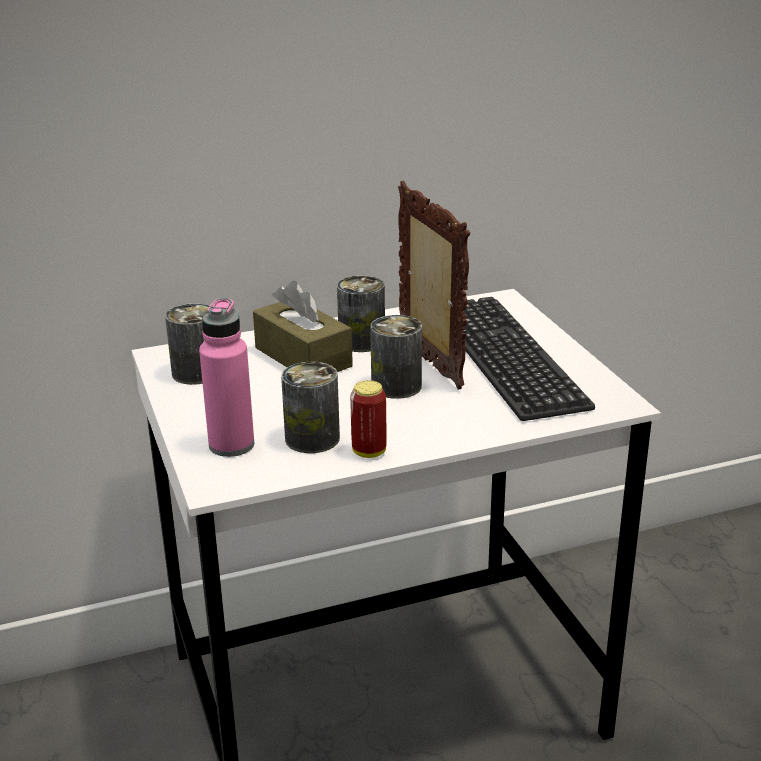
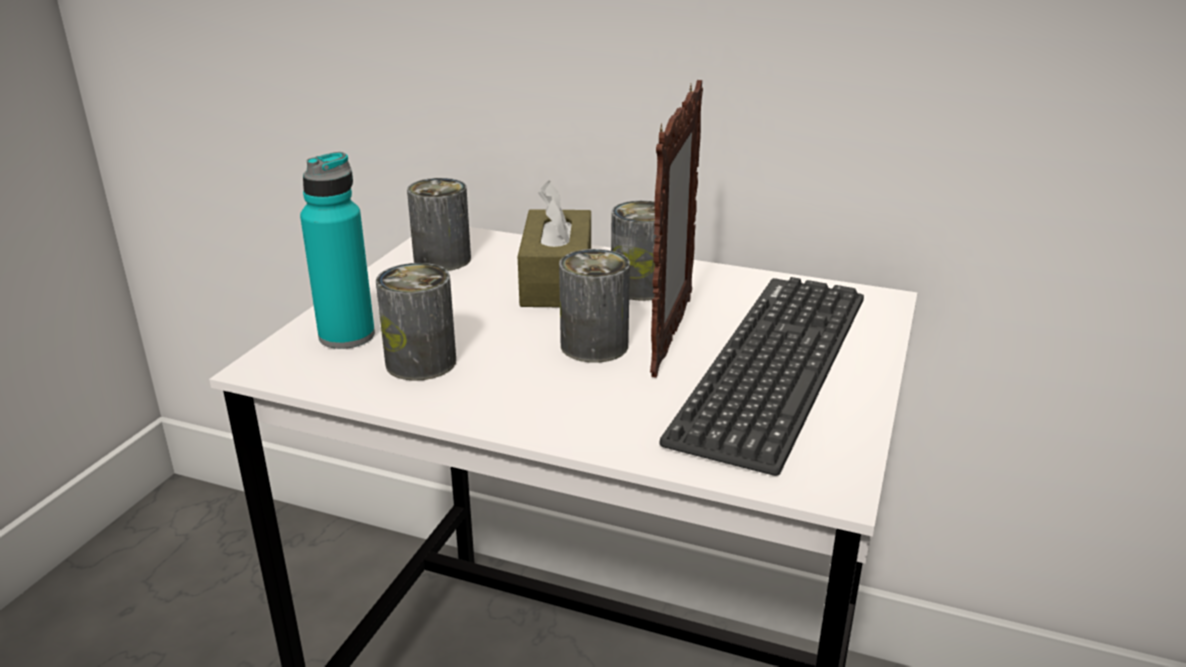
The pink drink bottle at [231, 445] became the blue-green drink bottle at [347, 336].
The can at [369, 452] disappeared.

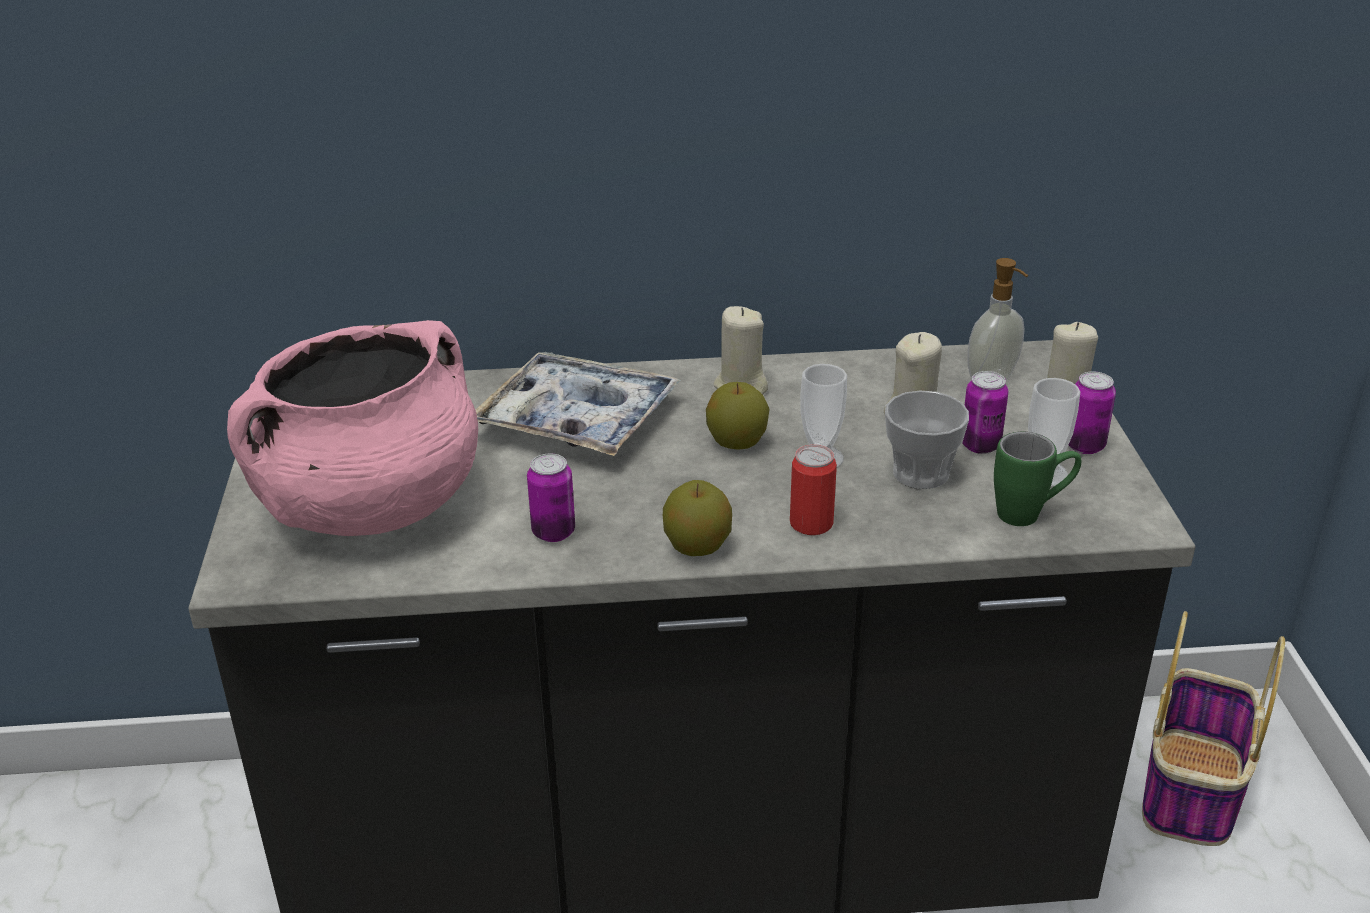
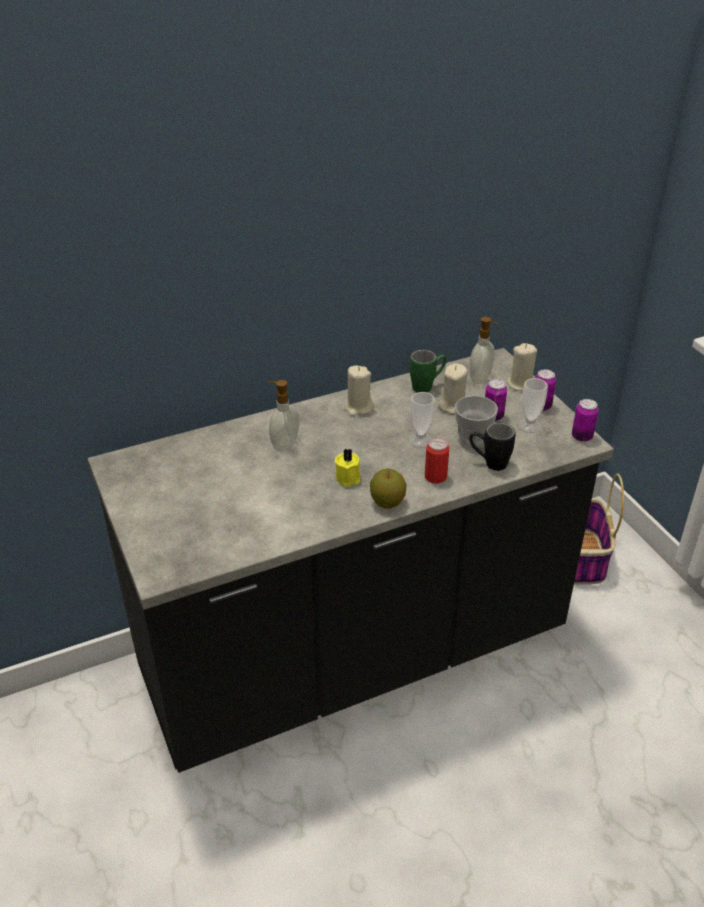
The pink saucepot at [370, 506] disappeared.
The serving tray at [577, 420] was replaced by the soap dispenser at [284, 444].
The apple fruit at [737, 442] disappeared.
The green-coloured mug moved from [1031, 513] to [427, 386].
The can moved from [553, 532] to [582, 437].
The blackish mug at [489, 463] appeared.
The yellow wax candle at [349, 477] appeared.

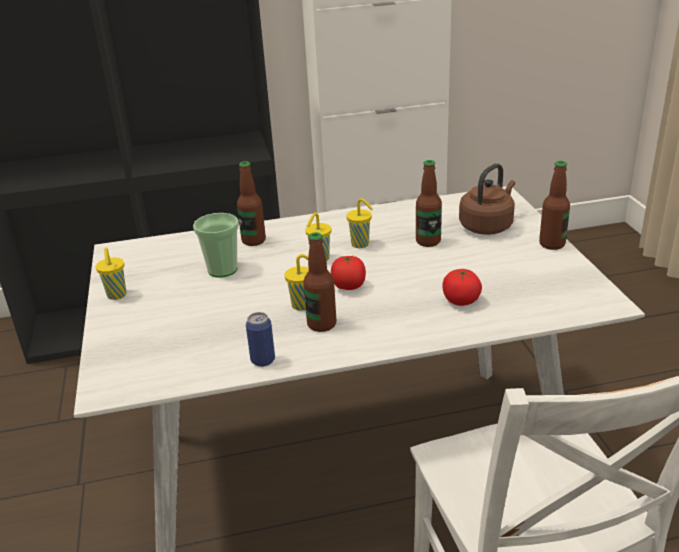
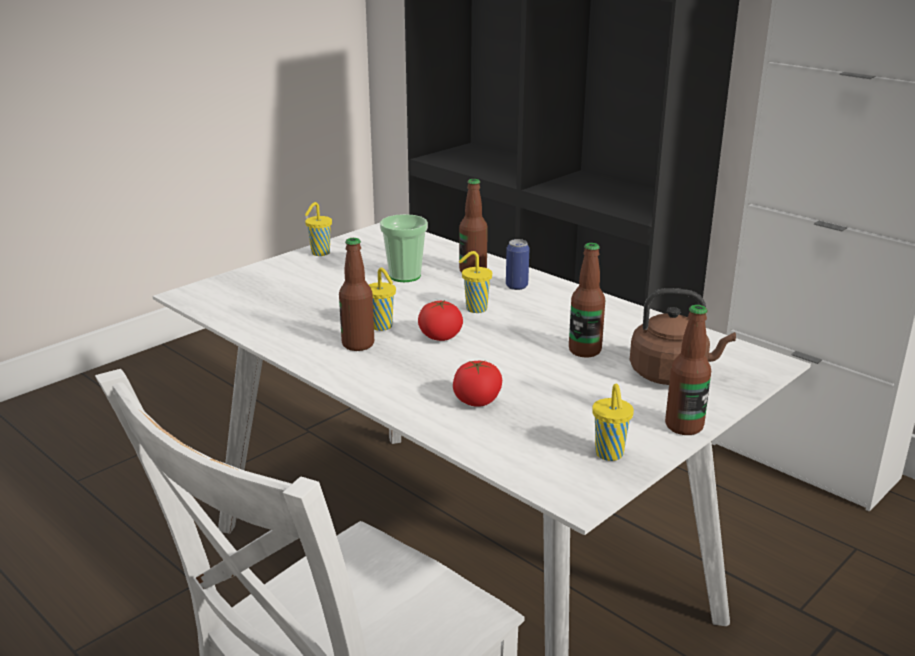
The yellow small cup moved from [361, 244] to [609, 455].
The can moved from [263, 360] to [516, 286].

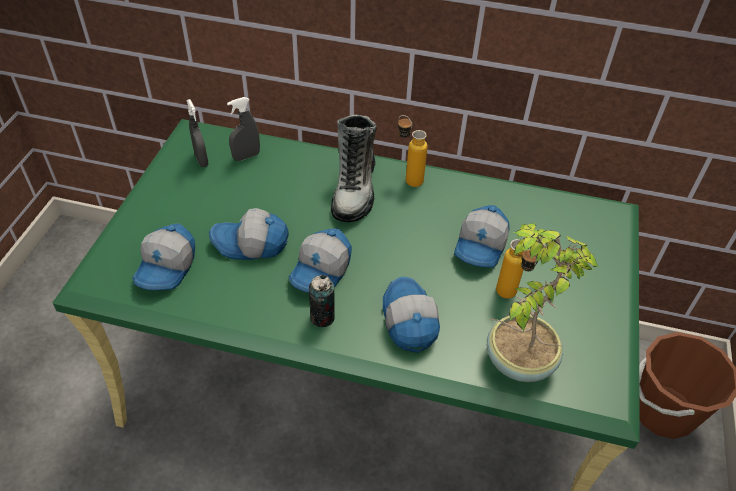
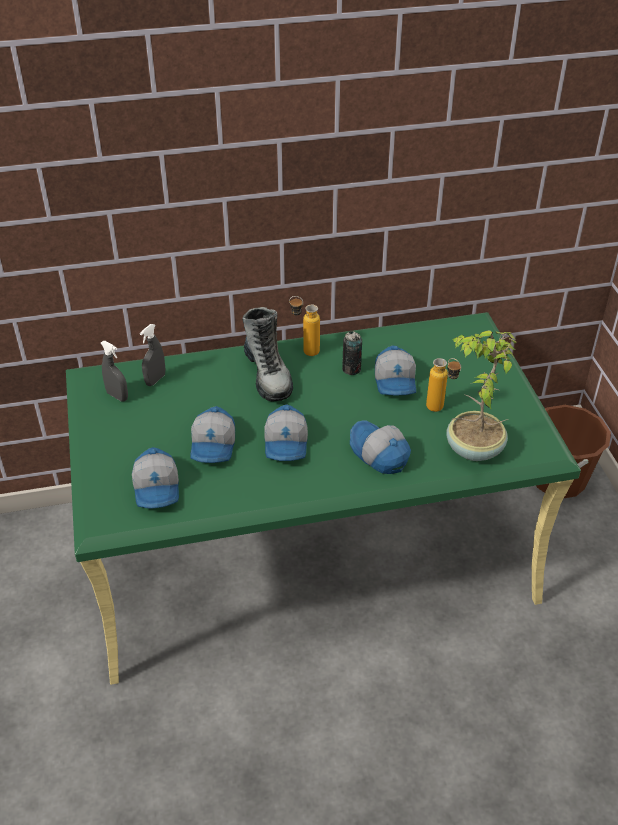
The peaked cap at [251, 244] turned 60 degrees counterclockwise.
The can moved from [322, 317] to [351, 369].

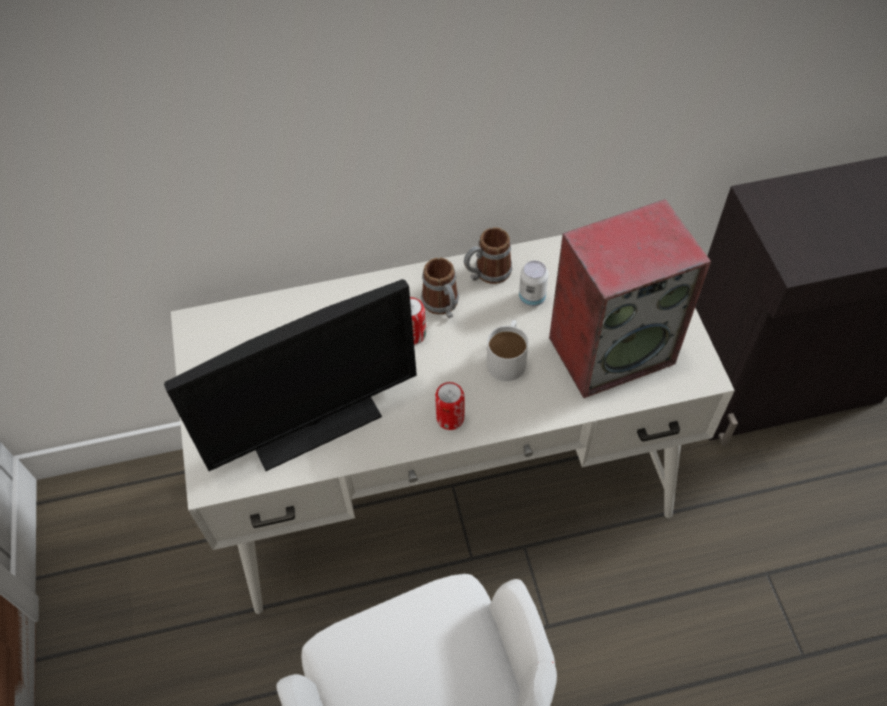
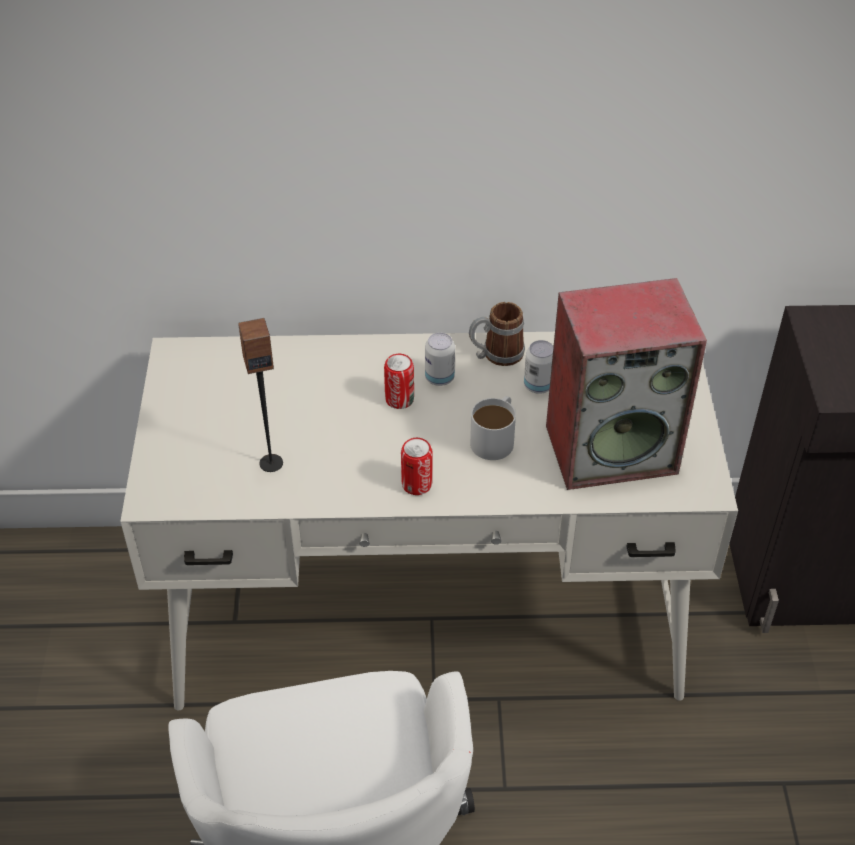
The mug at [443, 306] was replaced by the can at [439, 378].
The monitor at [313, 421] was replaced by the audio speaker at [271, 462].

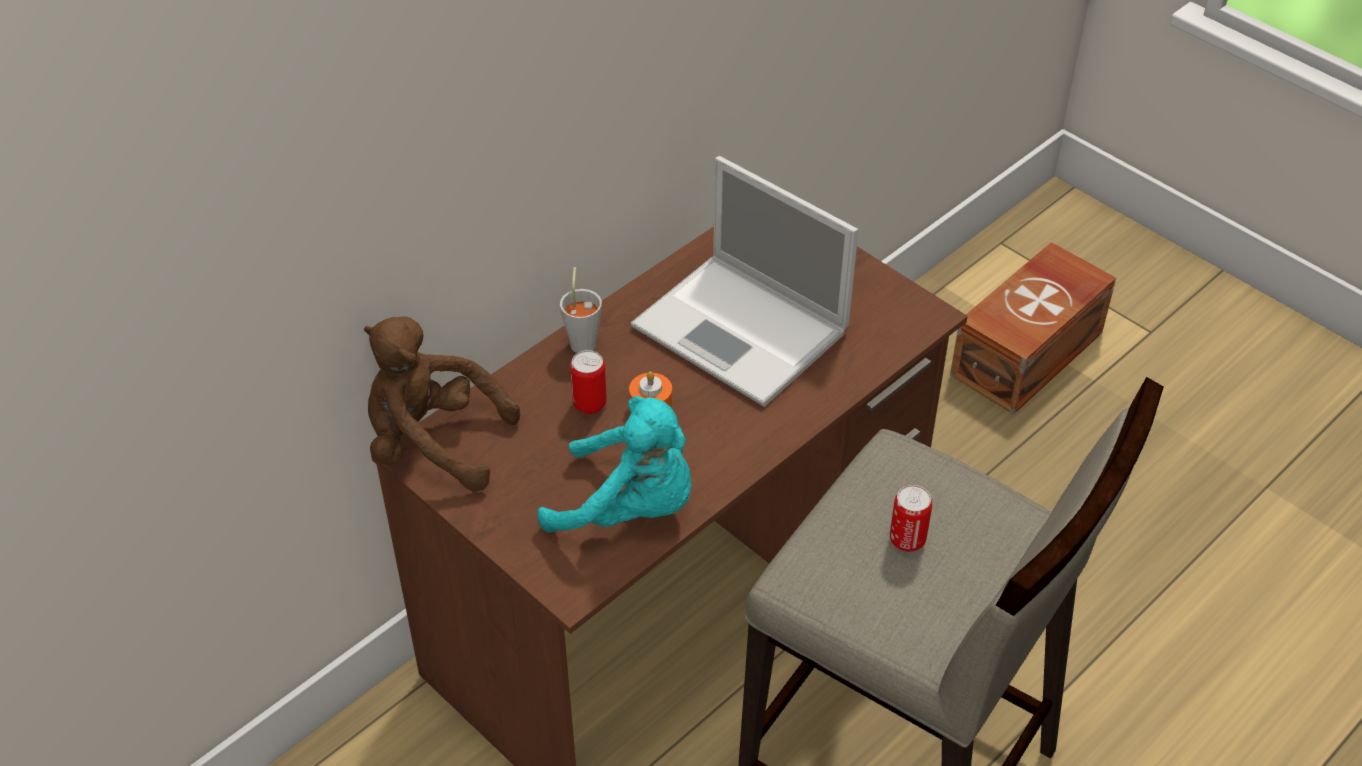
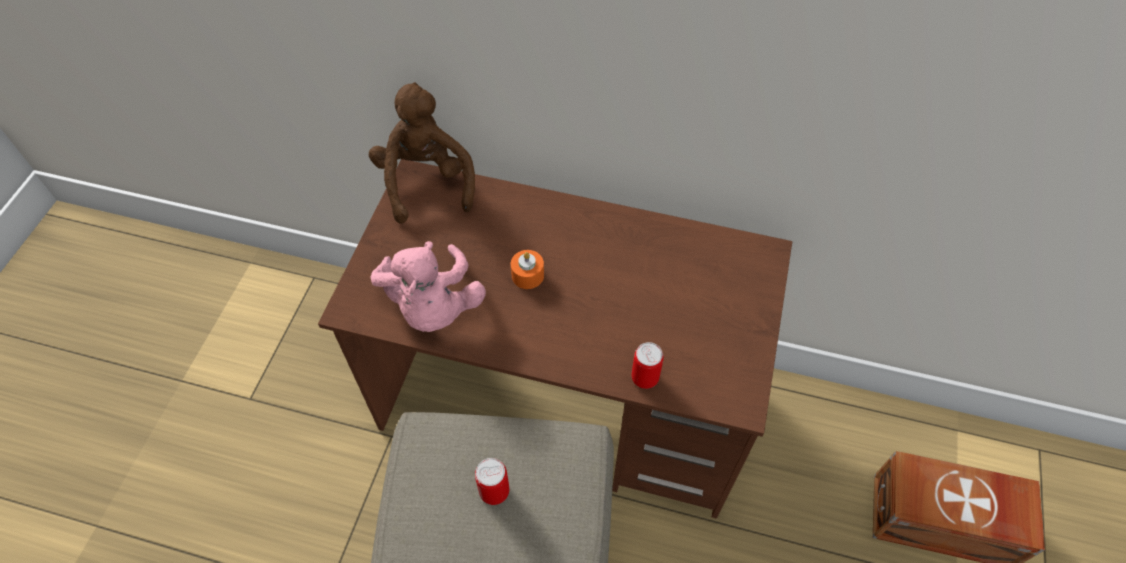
The laptop at [743, 331] disappeared.
The grey small cup at [583, 340] disappeared.
The can moved from [589, 404] to [645, 378].
The blue-green soft toy at [630, 508] became the pink soft toy at [432, 307].

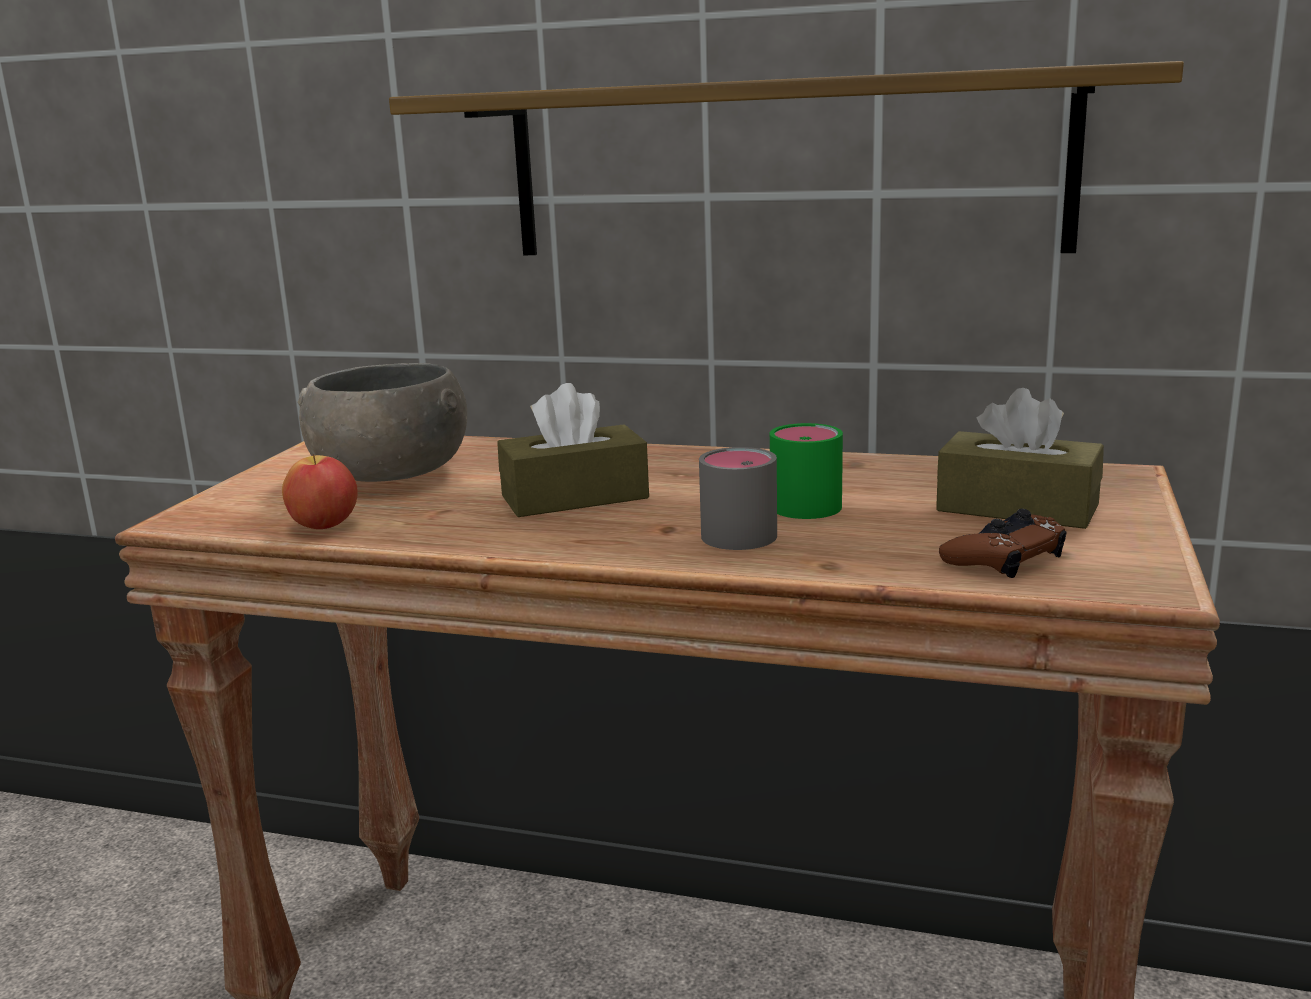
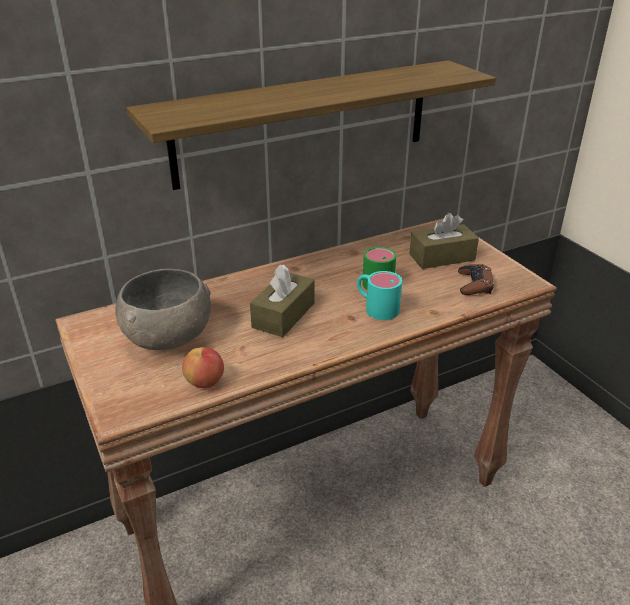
The grey mug at [736, 529] became the blue-green mug at [376, 307].

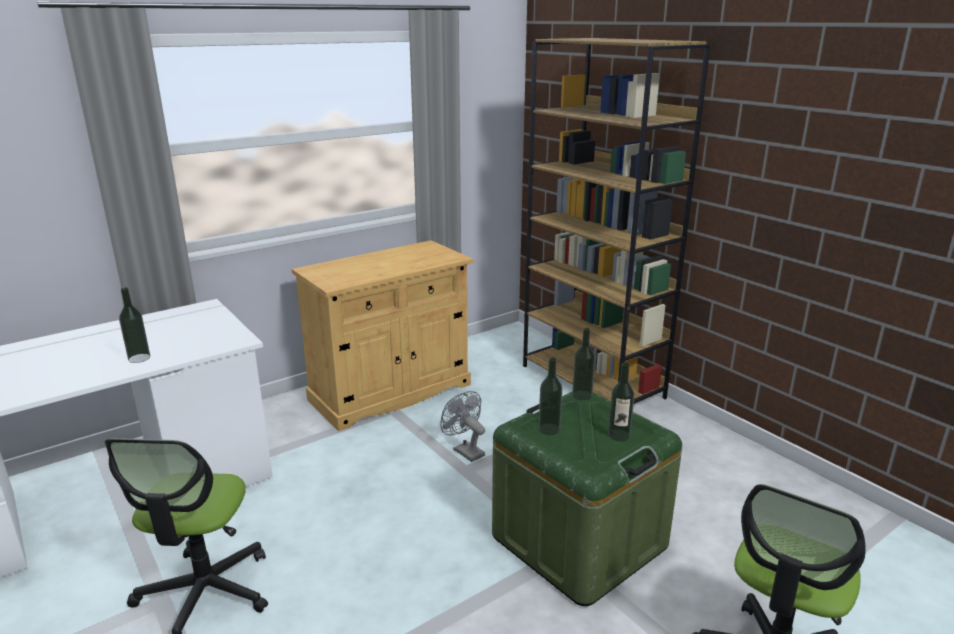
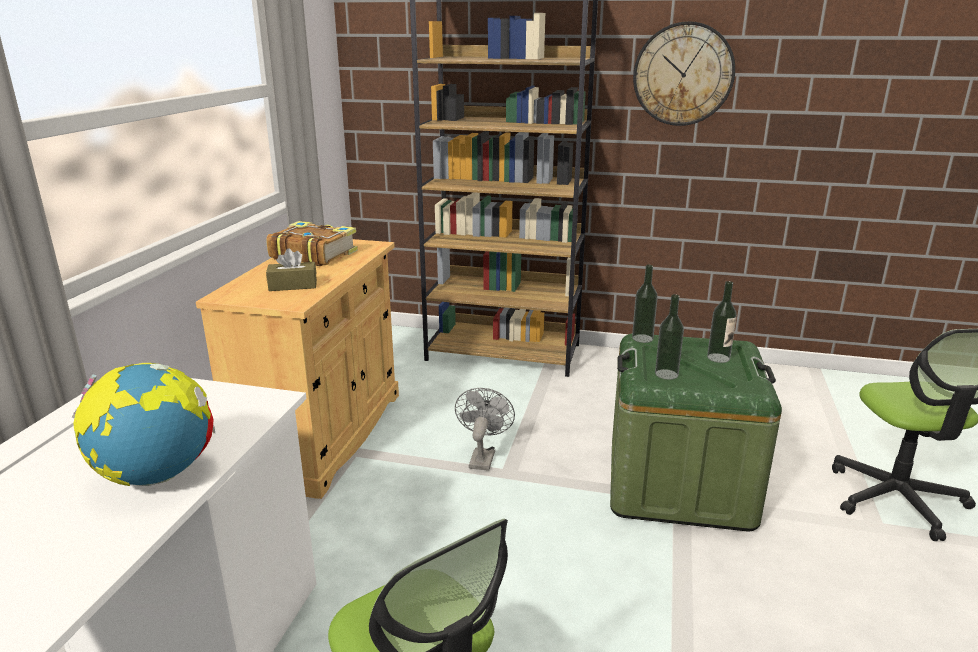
The drink bottle at [139, 358] was replaced by the desk globe at [157, 475].
The grey electric fan at [465, 451] turned 90 degrees clockwise.
The hanging clock at [683, 74] appeared.
The bound book at [313, 255] appeared.
The brown tissue holder at [293, 285] appeared.

